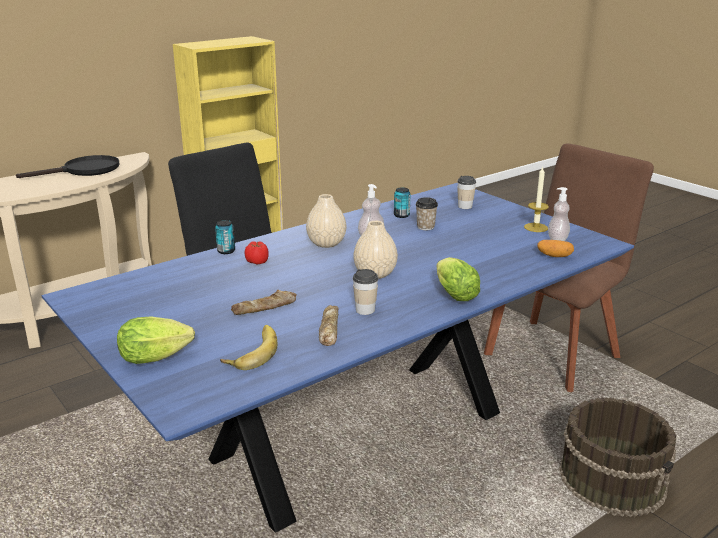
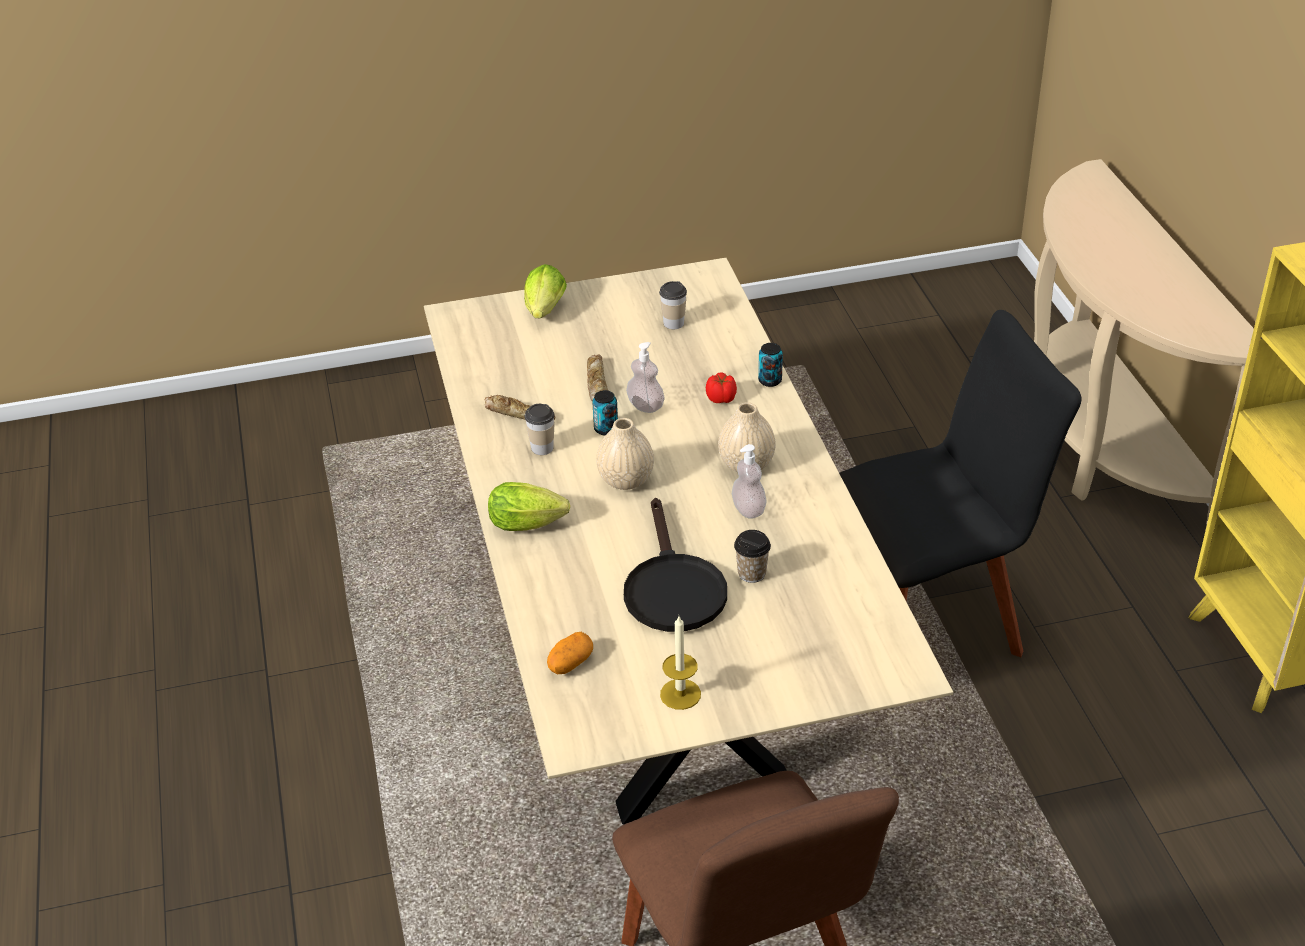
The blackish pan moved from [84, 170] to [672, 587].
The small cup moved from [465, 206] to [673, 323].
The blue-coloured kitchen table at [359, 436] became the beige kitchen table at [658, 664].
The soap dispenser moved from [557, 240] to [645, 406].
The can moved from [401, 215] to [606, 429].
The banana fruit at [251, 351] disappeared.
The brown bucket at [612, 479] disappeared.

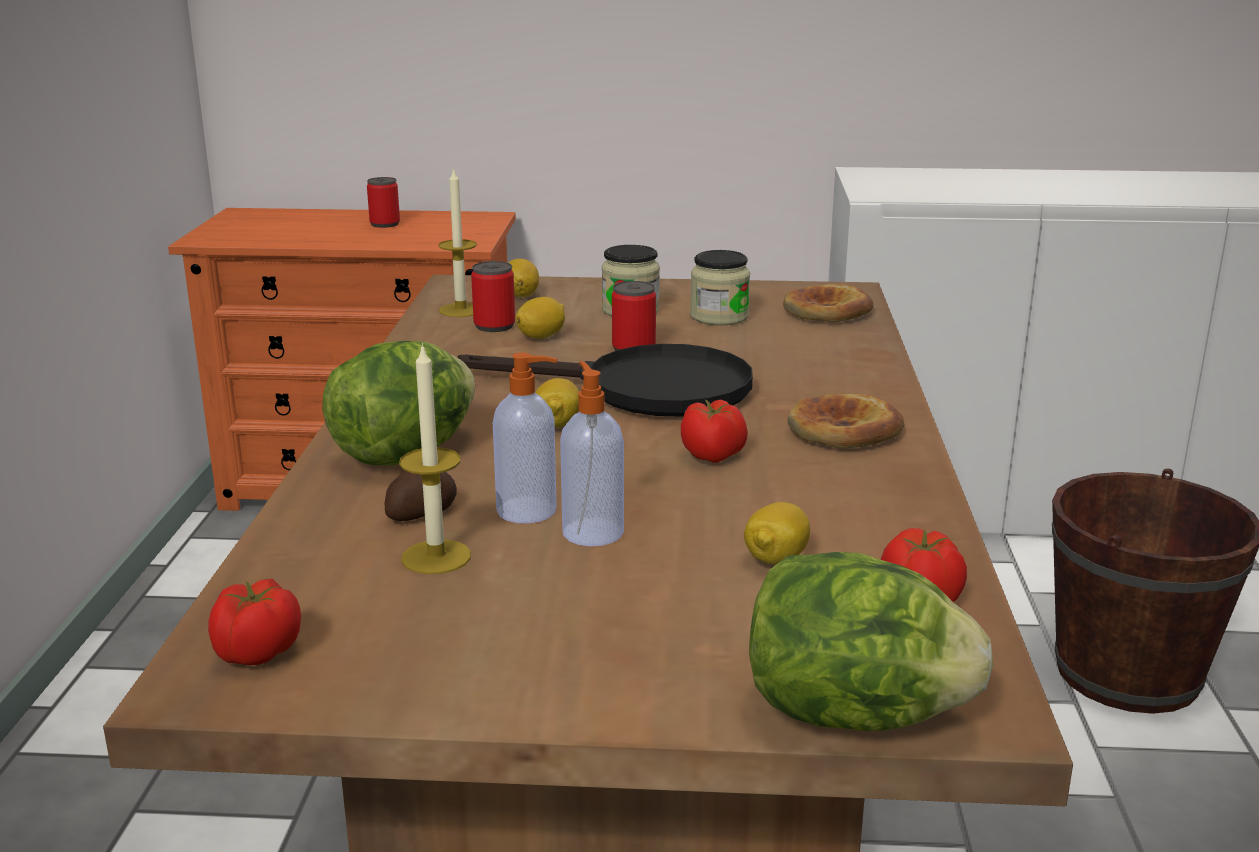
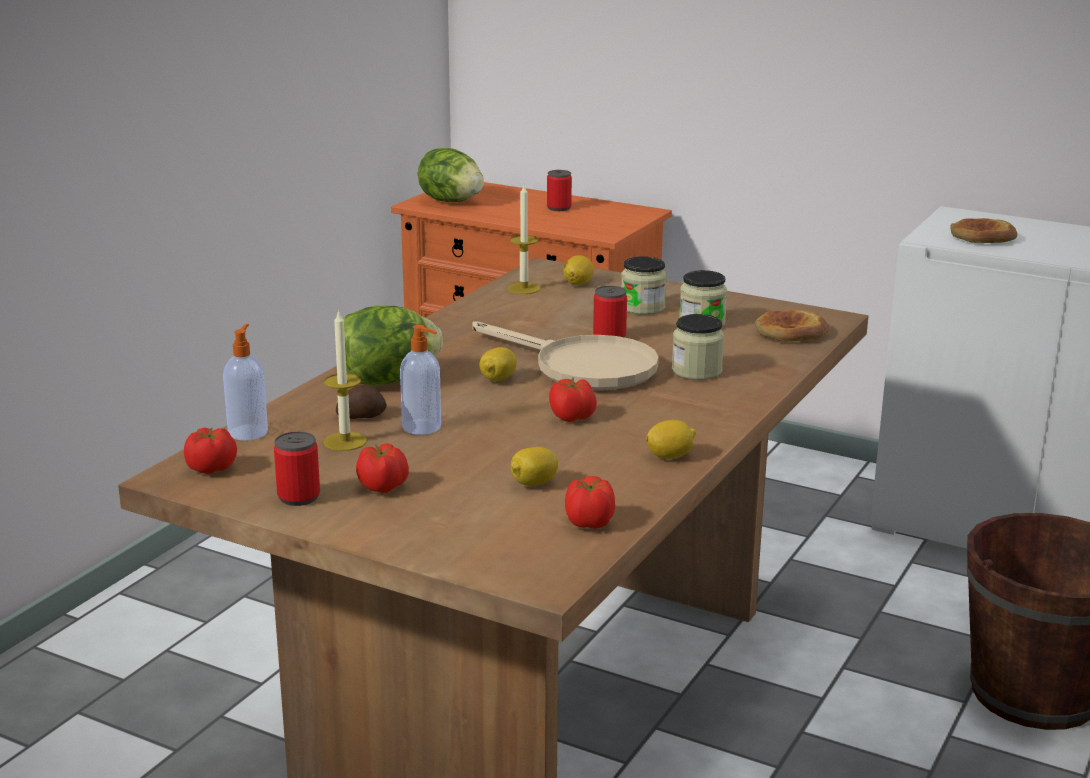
The can moved from [494, 326] to [299, 497].
The citrus fruit moved from [541, 337] to [670, 456].
The blackish pan at [644, 390] became the beige pan at [581, 367].
The soap dispenser moved from [592, 531] to [248, 432].
The baked bread moved from [843, 430] to [982, 237].
The lettuce moved from [853, 715] to [451, 201].
The preserve jar at [696, 371] appeared.
The whole tomato at [383, 487] appeared.

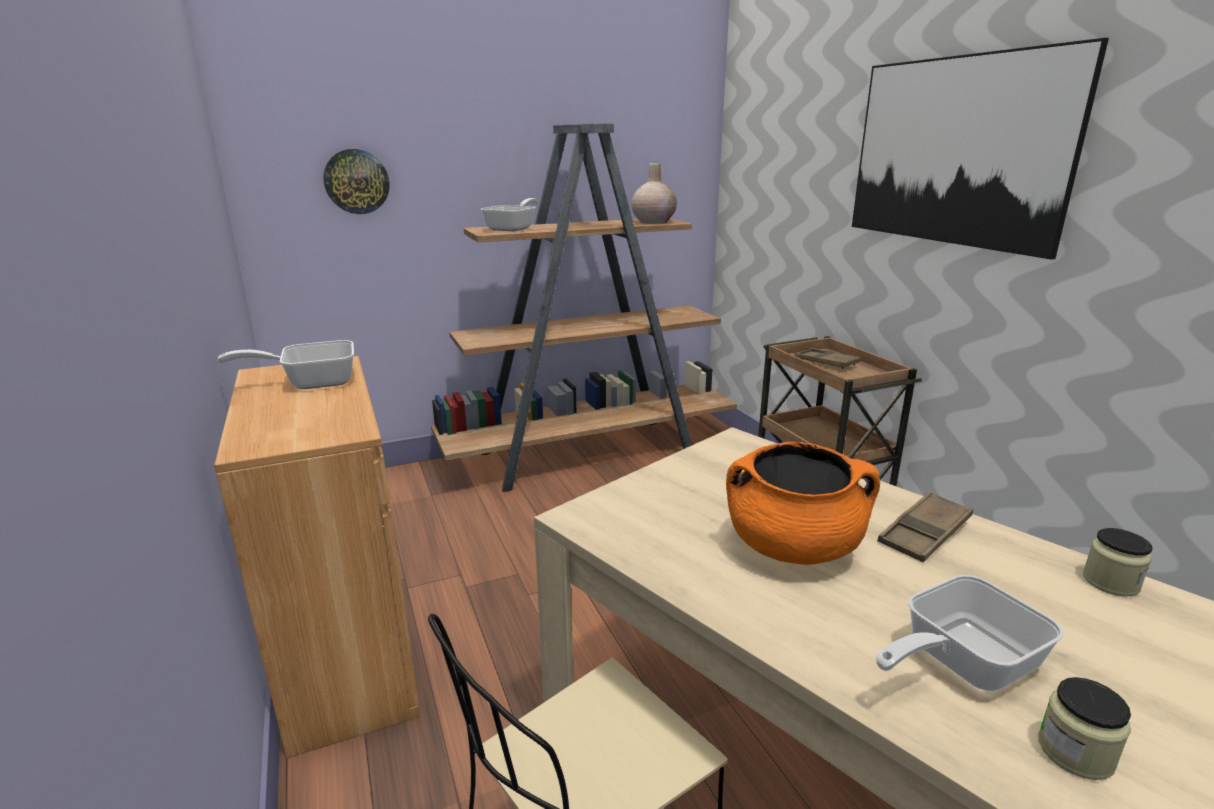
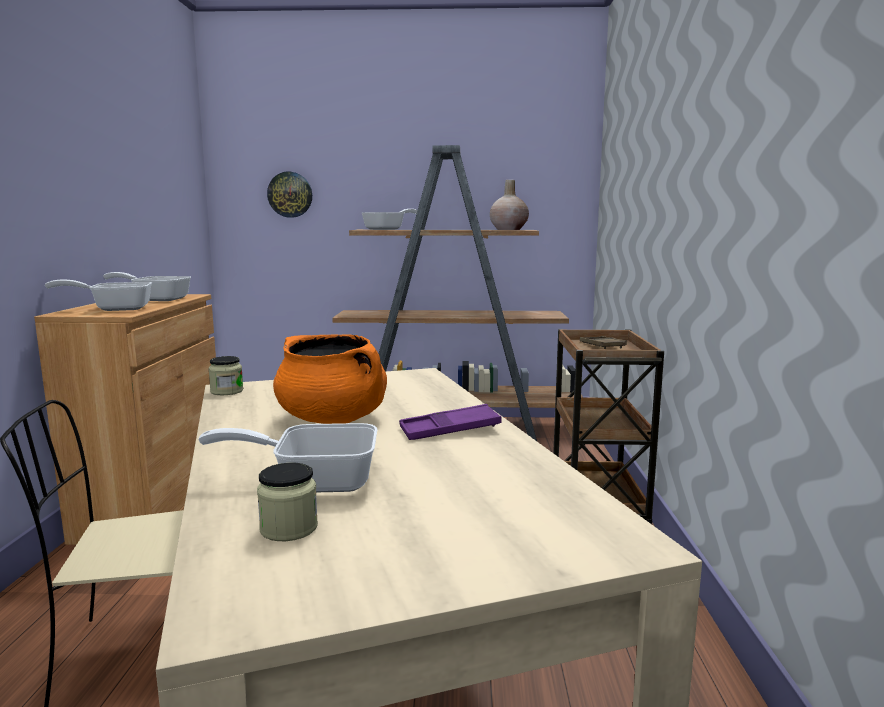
The wall art at [955, 151] disappeared.
The brown serving tray at [924, 533] became the purple serving tray at [450, 430].
The preserve jar moved from [1110, 582] to [227, 391].
The pan at [115, 309] appeared.

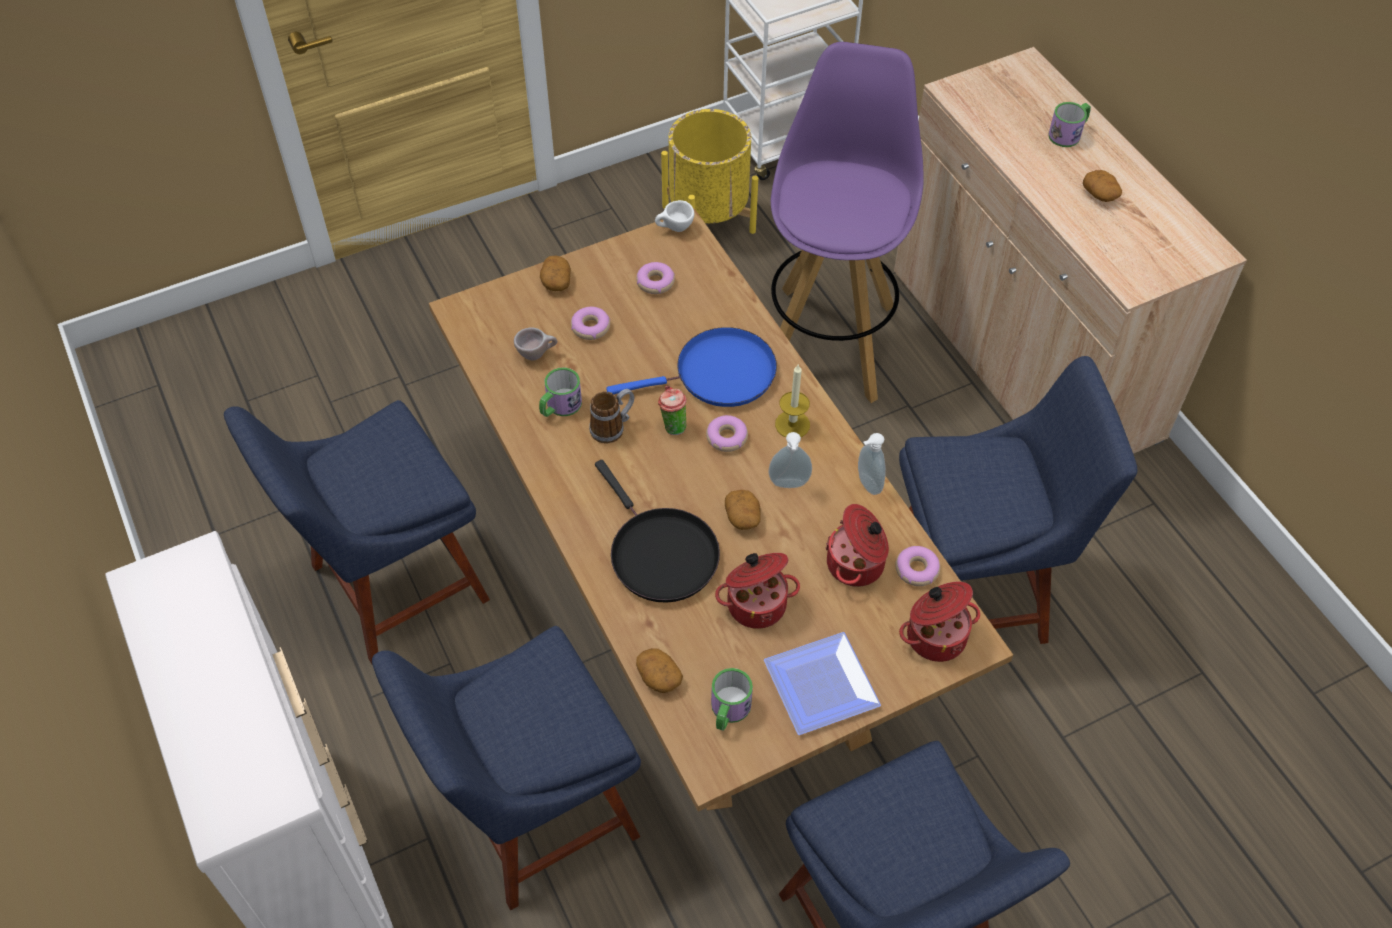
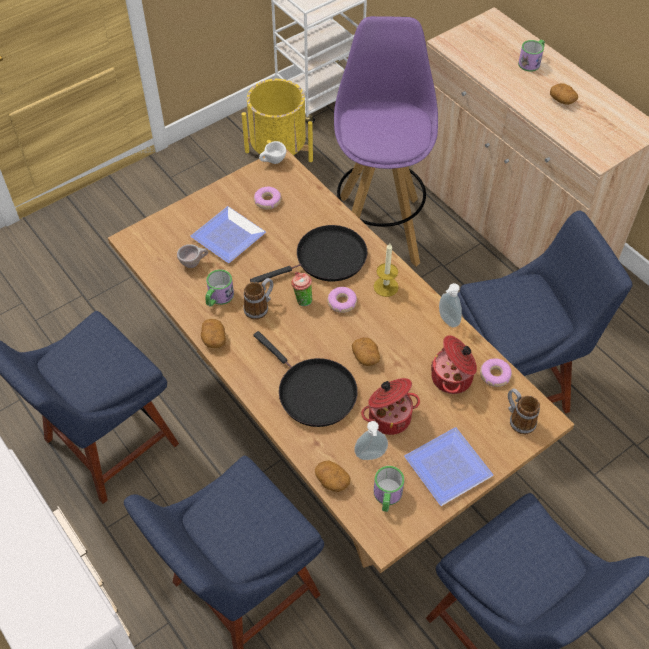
The whole potato moved from [556, 281] to [213, 338].
The doughnut at [590, 327] was replaced by the flat dish at [228, 239].
The blue-coloured pan at [718, 374] became the blackish pan at [326, 259].
The soap dispenser moved from [789, 485] to [370, 457].
The saucepot at [935, 635] was replaced by the mug at [518, 419].

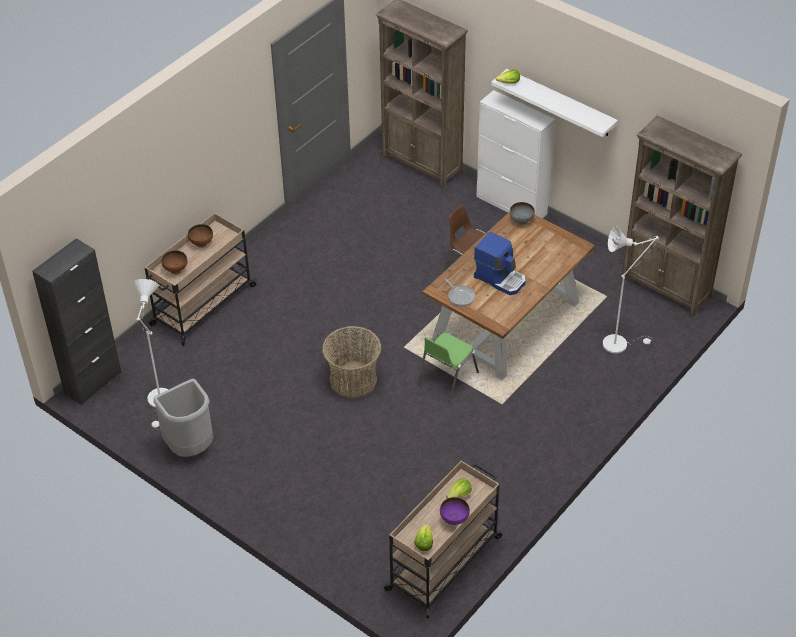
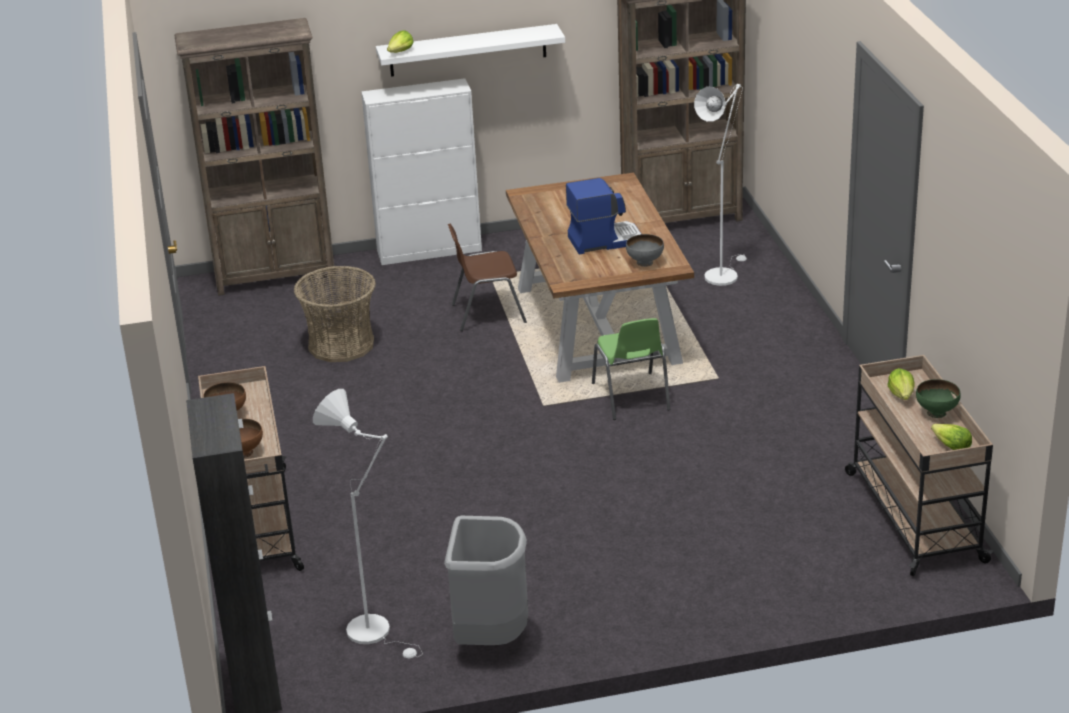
The grey bowl moved from [521, 221] to [644, 263].
The pan at [460, 296] disappeared.
The storage basket moved from [353, 380] to [341, 345].
The purple bowl at [454, 519] became the green-coloured bowl at [937, 412].

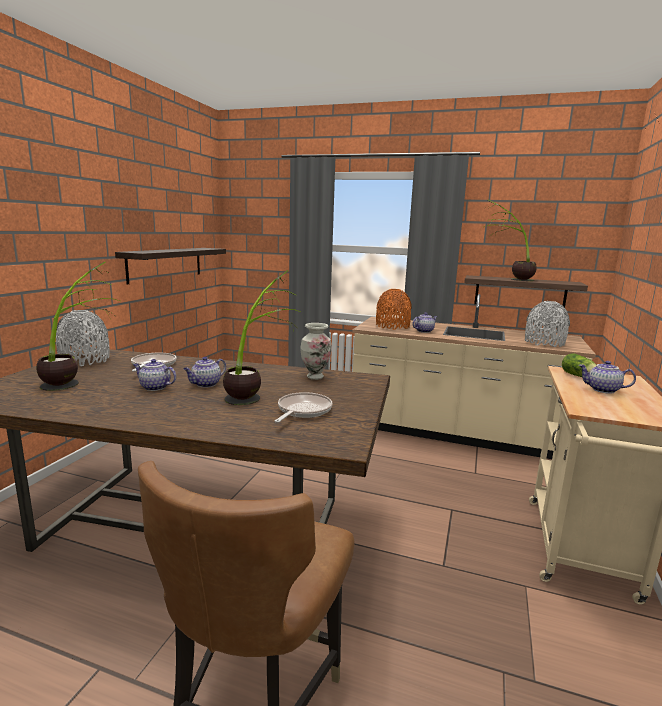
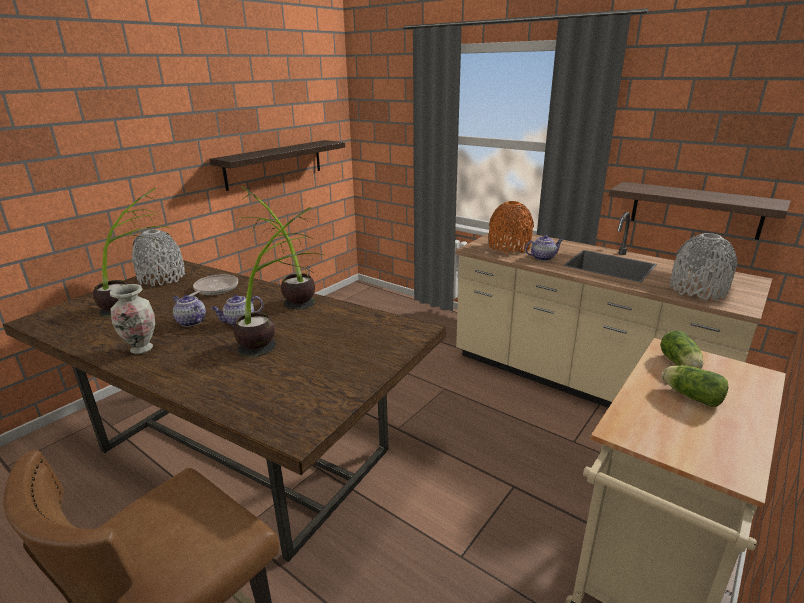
The houseplant moved from [508, 279] to [286, 298].
The vase moved from [315, 377] to [142, 349].
The pot for tea at [602, 390] was replaced by the lettuce at [690, 396].
The pan at [302, 411] disappeared.

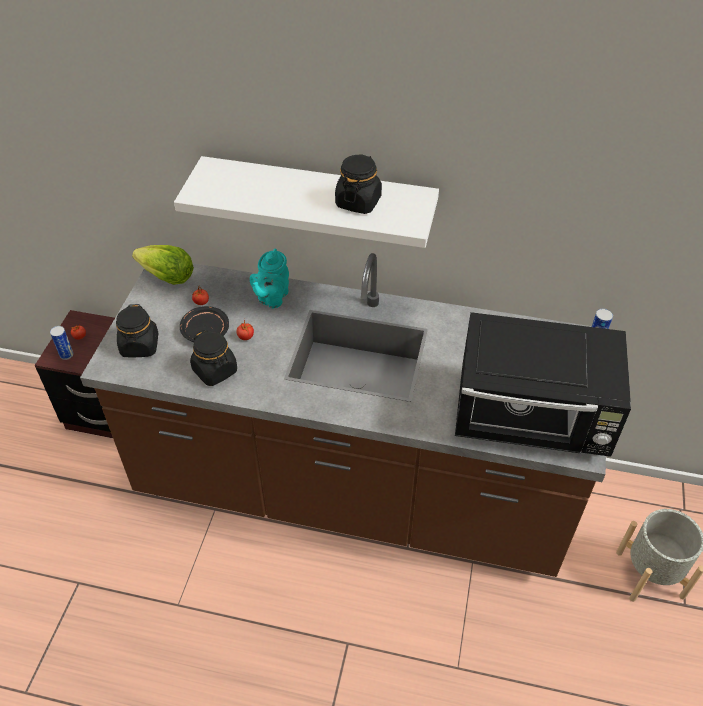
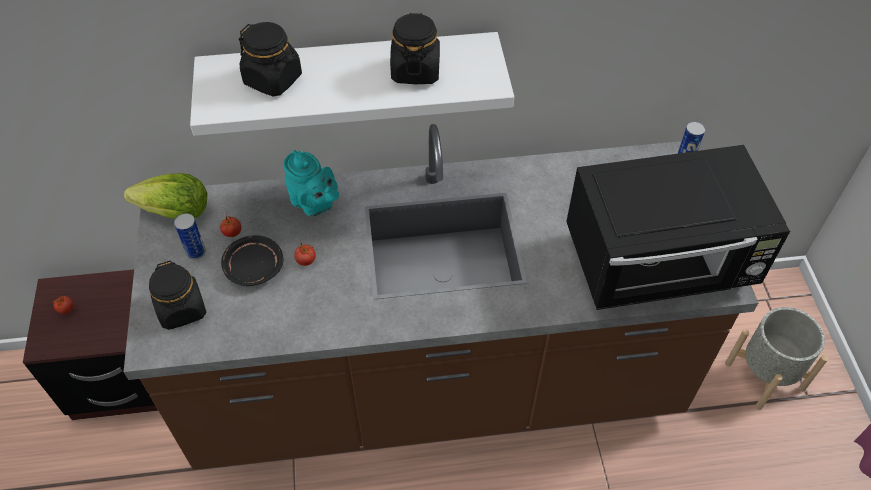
The blue-green pot for tea at [271, 298] turned 45 degrees counterclockwise.
The can moved from [66, 355] to [196, 252].
The blackish preserve jar moved from [215, 371] to [273, 79].

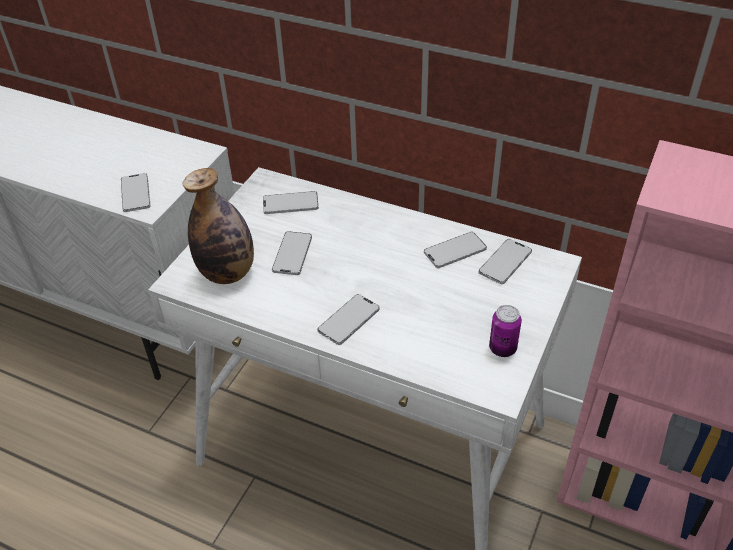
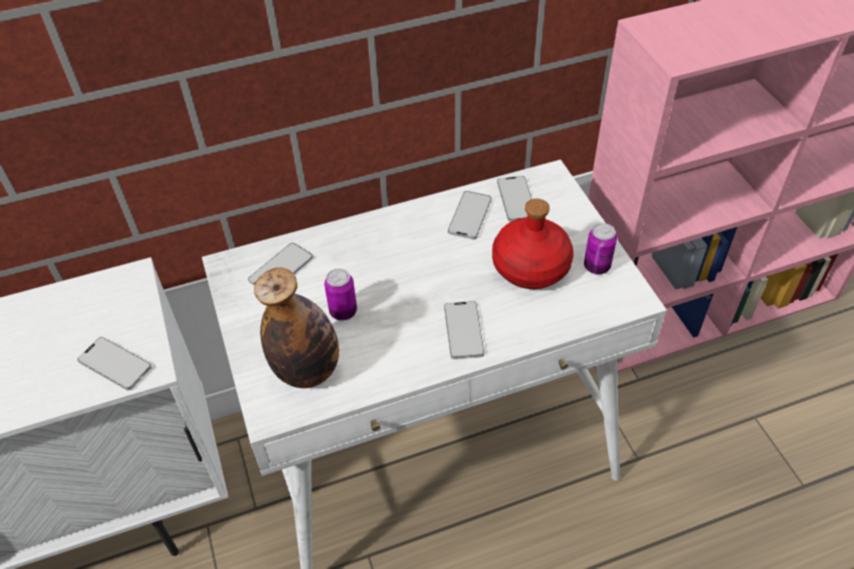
The phone at [292, 254] was replaced by the can at [343, 312].
The reddish drink bottle at [531, 266] appeared.

